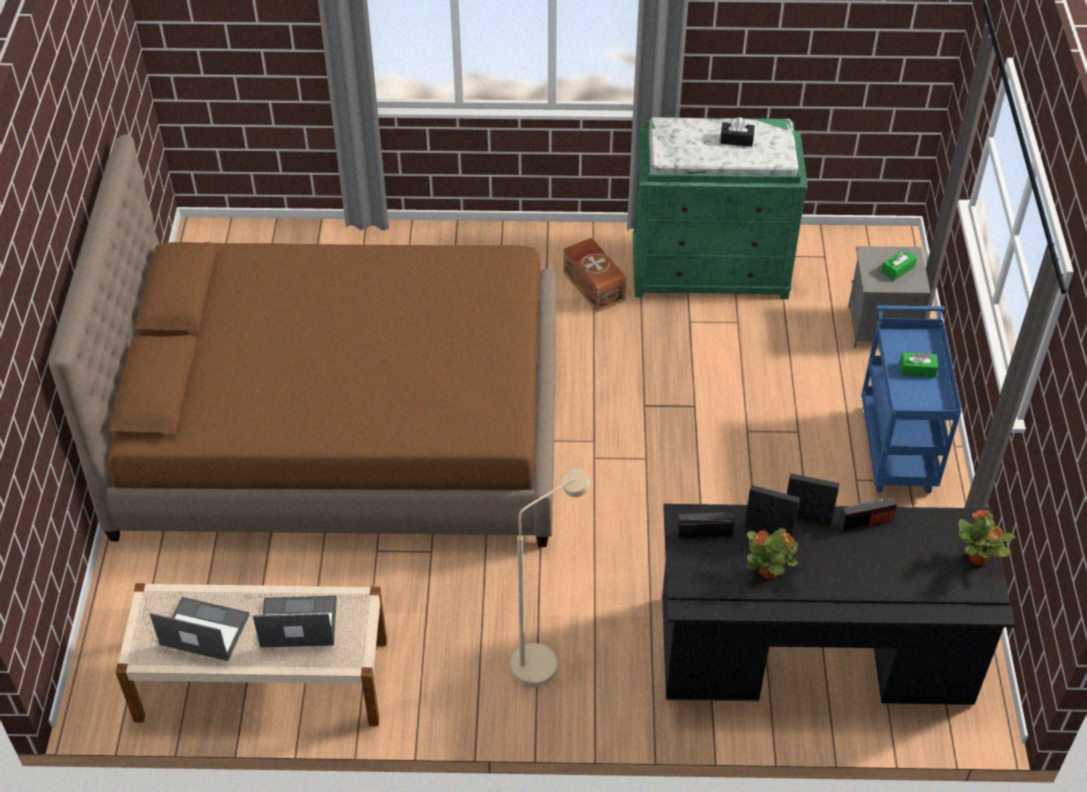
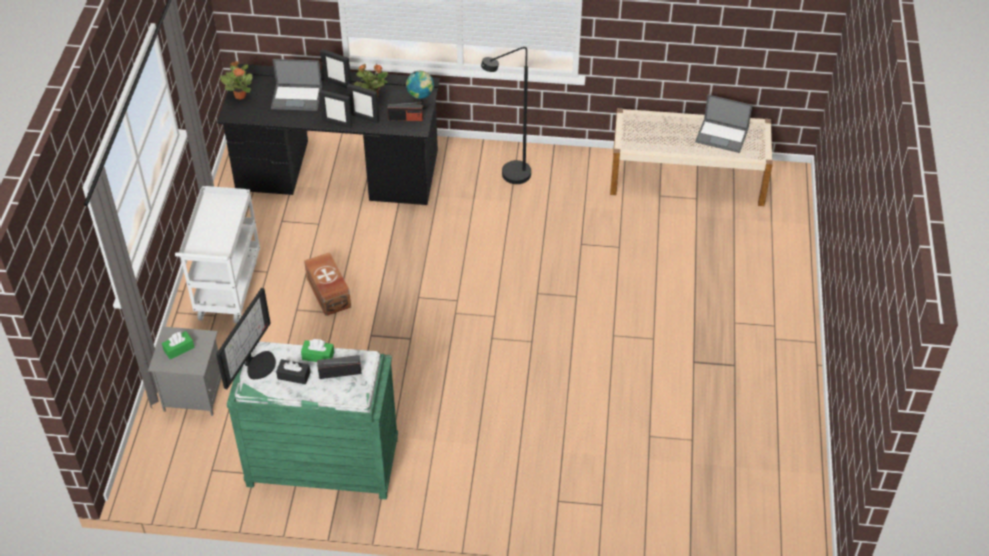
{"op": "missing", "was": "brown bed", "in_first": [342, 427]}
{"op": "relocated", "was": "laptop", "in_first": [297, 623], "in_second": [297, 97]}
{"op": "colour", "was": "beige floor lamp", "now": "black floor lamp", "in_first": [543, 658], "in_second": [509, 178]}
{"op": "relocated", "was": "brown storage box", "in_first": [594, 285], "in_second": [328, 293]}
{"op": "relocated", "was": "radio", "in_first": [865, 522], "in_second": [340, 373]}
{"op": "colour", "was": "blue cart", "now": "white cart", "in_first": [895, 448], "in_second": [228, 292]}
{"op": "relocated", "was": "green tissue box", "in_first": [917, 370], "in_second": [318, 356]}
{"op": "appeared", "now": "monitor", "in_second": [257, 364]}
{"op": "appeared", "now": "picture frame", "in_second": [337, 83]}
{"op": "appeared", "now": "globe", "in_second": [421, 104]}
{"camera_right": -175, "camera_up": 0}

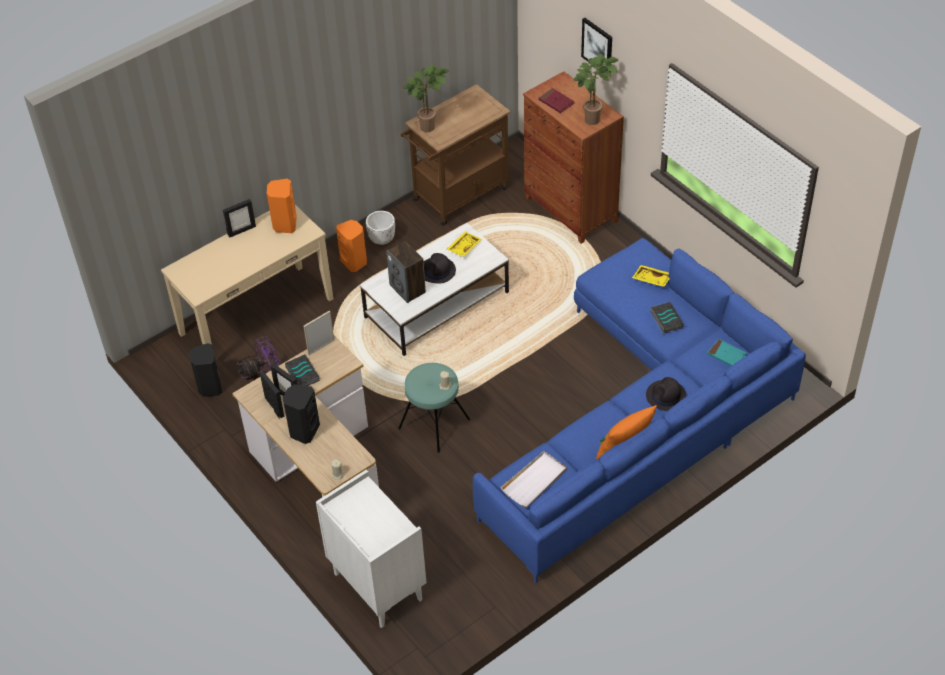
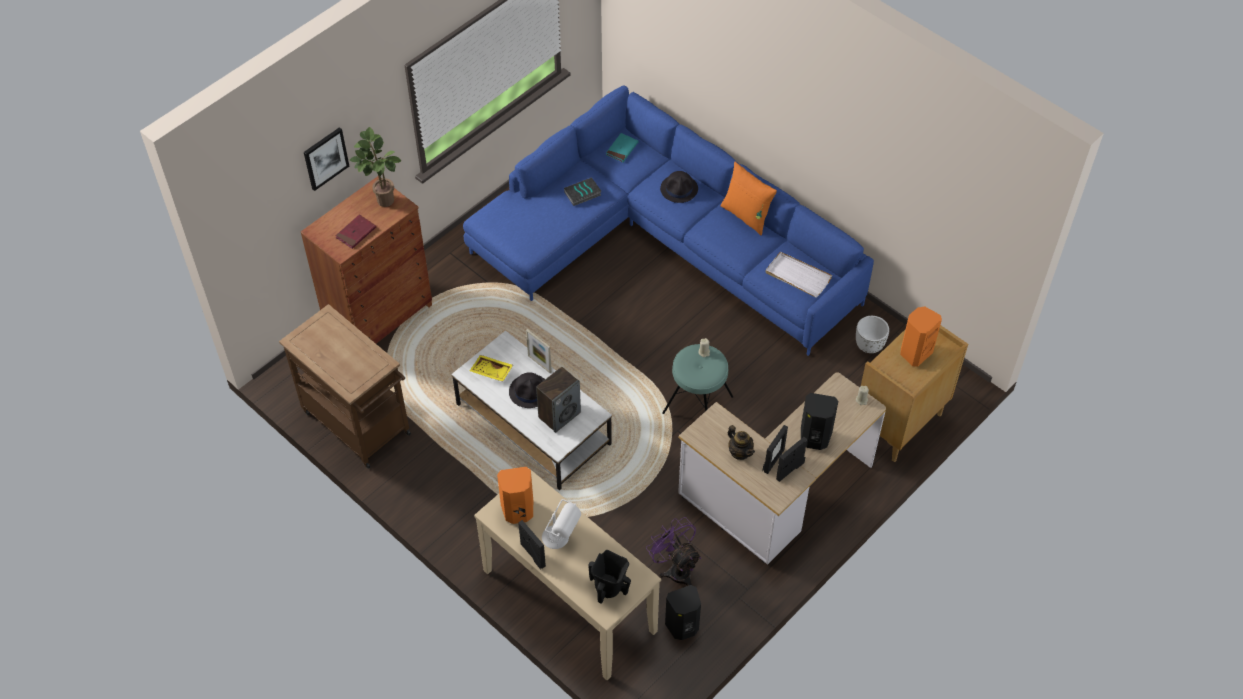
{"op": "exchanged", "was": "book", "now": "teapot", "in_first": [303, 374], "in_second": [740, 452]}
{"op": "relocated", "was": "picture frame", "in_first": [321, 347], "in_second": [539, 364]}
{"op": "colour", "was": "white cabinet", "now": "brown cabinet", "in_first": [377, 586], "in_second": [898, 424]}
{"op": "relocated", "was": "orange speaker", "in_first": [354, 262], "in_second": [915, 353]}
{"op": "relocated", "was": "white planter", "in_first": [381, 239], "in_second": [869, 346]}
{"op": "missing", "was": "potted plant", "in_first": [428, 125]}
{"op": "missing", "was": "yellow tray", "in_first": [651, 280]}
{"op": "appeared", "now": "white table lamp", "in_second": [561, 538]}
{"op": "appeared", "now": "black vase", "in_second": [609, 588]}
{"camera_right": -100, "camera_up": 5}

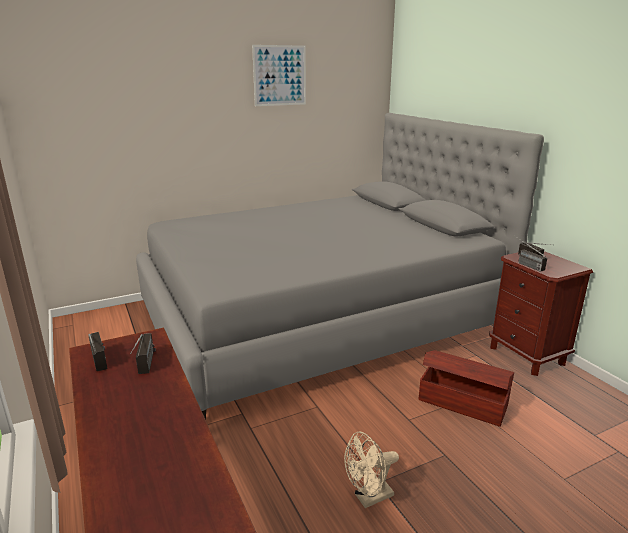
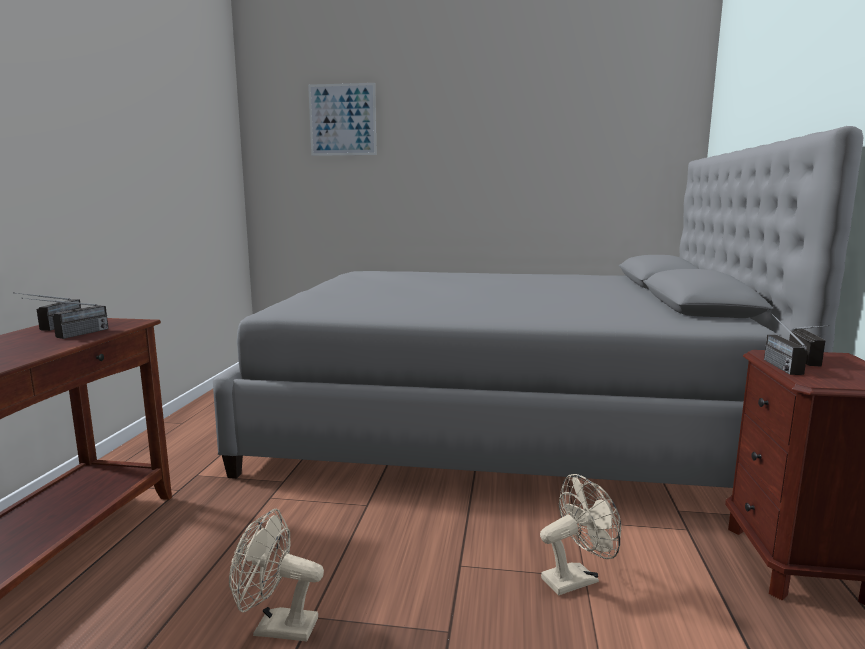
{"op": "relocated", "was": "picture", "in_first": [280, 75], "in_second": [342, 120]}
{"op": "exchanged", "was": "brown storage box", "now": "beige fan", "in_first": [462, 401], "in_second": [576, 578]}
{"camera_right": 35, "camera_up": -10}

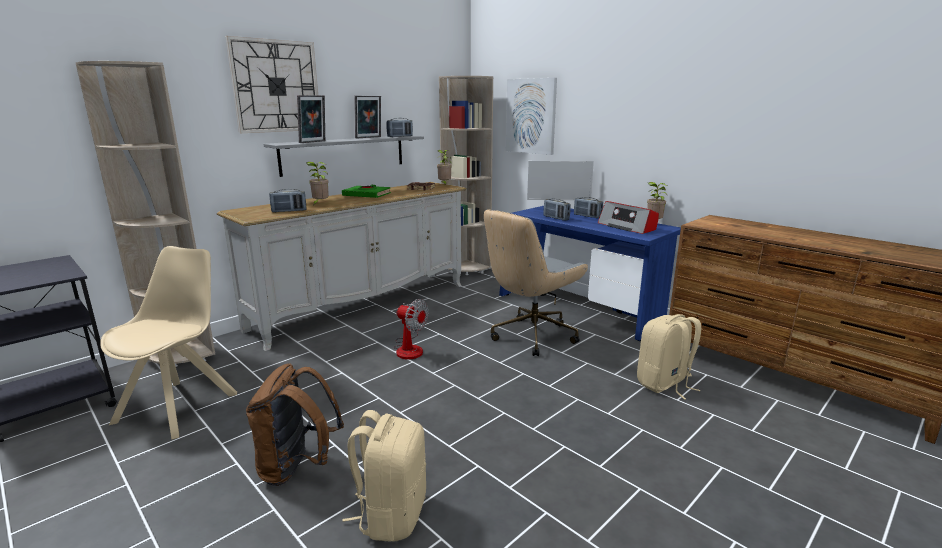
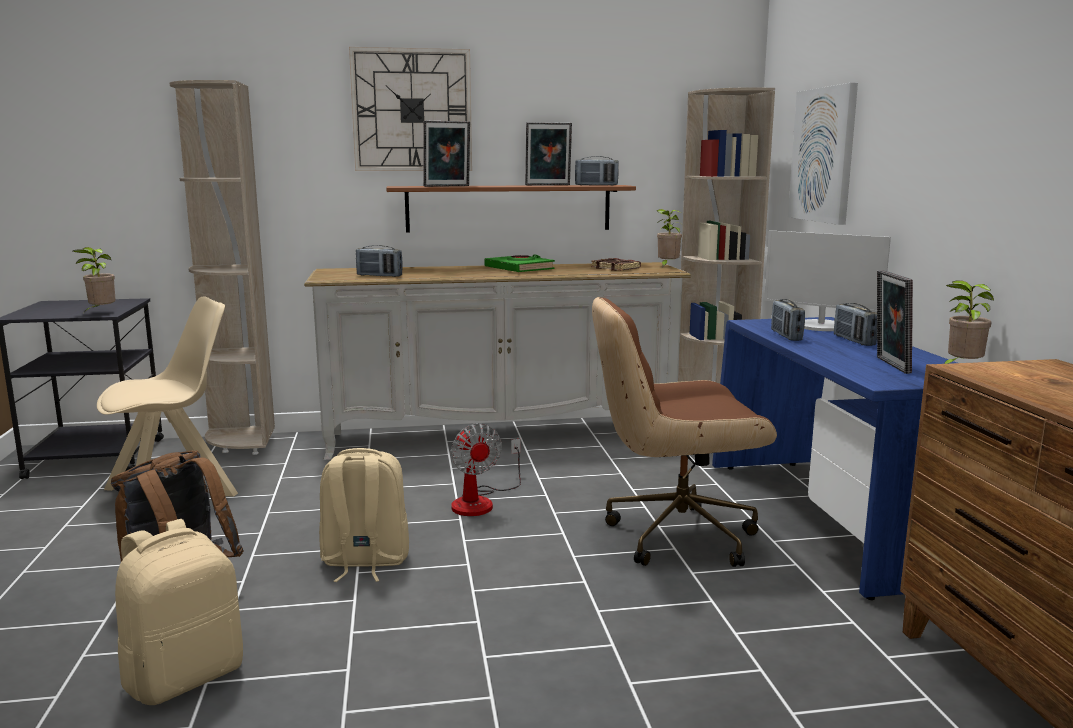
{"op": "colour", "was": "grey shelf", "now": "brown shelf", "in_first": [344, 154], "in_second": [509, 208]}
{"op": "relocated", "was": "potted plant", "in_first": [320, 204], "in_second": [101, 312]}
{"op": "colour", "was": "grey office chair", "now": "brown office chair", "in_first": [531, 337], "in_second": [675, 537]}
{"op": "exchanged", "was": "radio", "now": "picture frame", "in_first": [627, 227], "in_second": [889, 365]}
{"op": "relocated", "was": "beige backpack", "in_first": [664, 384], "in_second": [364, 561]}
{"camera_right": 35, "camera_up": -5}

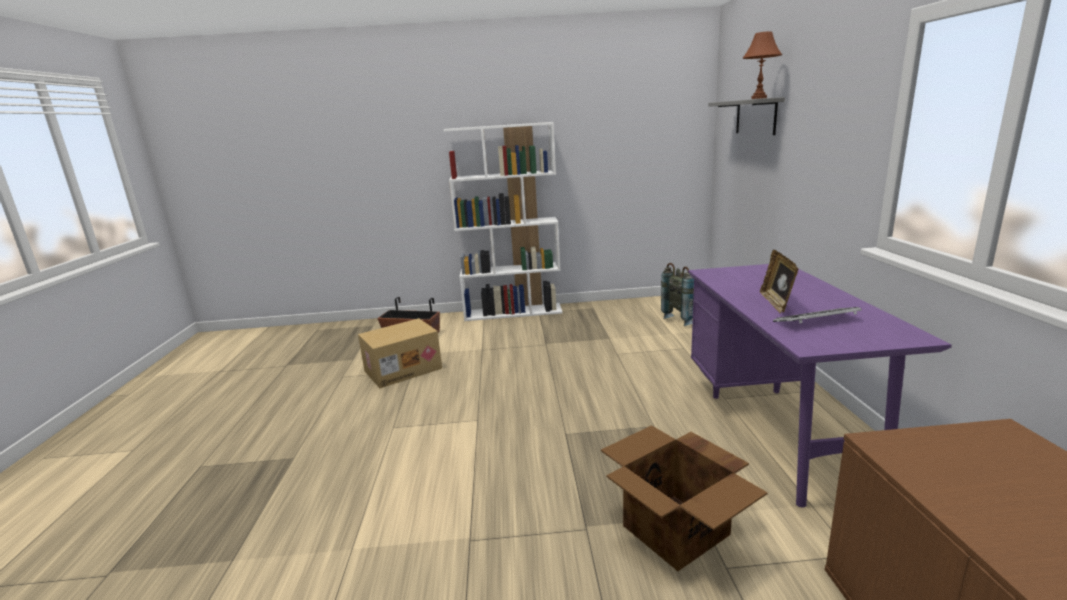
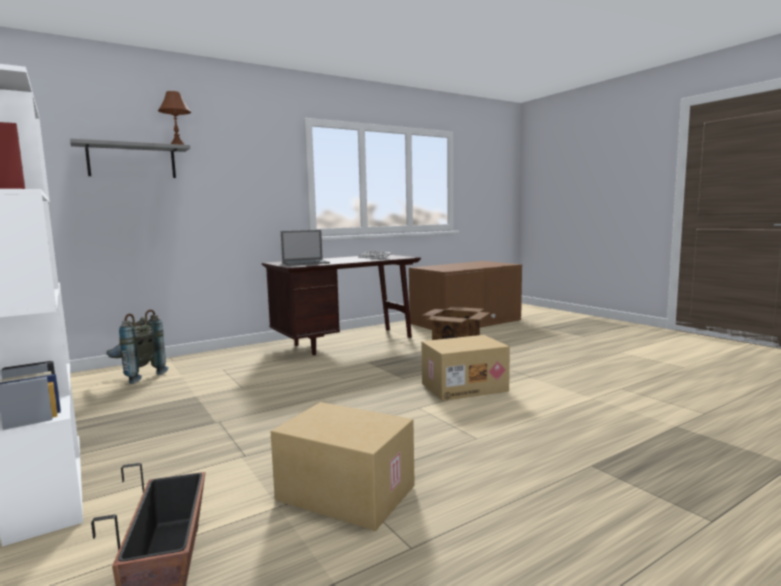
{"op": "colour", "was": "purple desk", "now": "brown desk", "in_first": [779, 430], "in_second": [345, 342]}
{"op": "missing", "was": "picture frame", "in_first": [776, 303]}
{"op": "appeared", "now": "laptop", "in_second": [306, 263]}
{"op": "appeared", "now": "cardboard box", "in_second": [464, 387]}
{"camera_right": -120, "camera_up": -10}

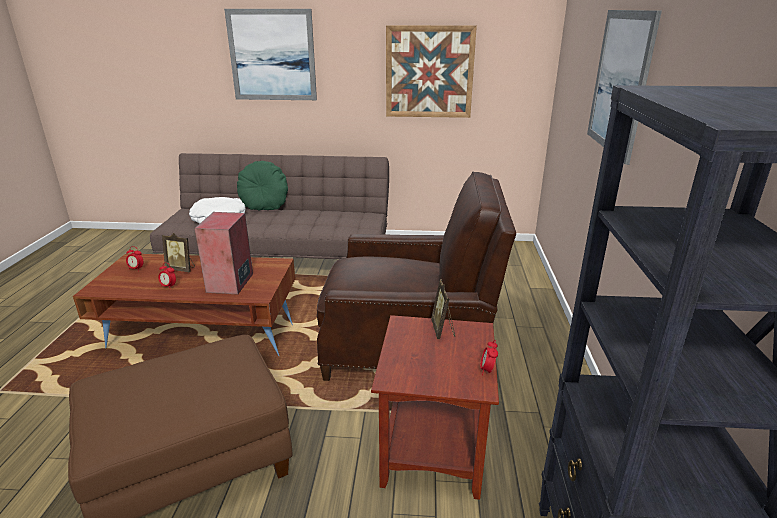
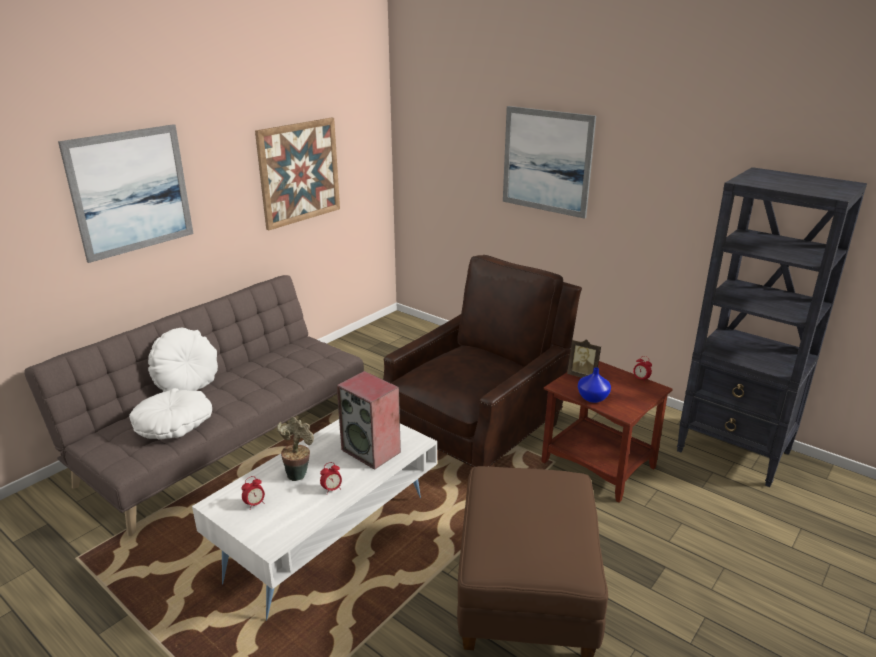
{"op": "colour", "was": "brown coffee table", "now": "white coffee table", "in_first": [203, 336], "in_second": [328, 538]}
{"op": "exchanged", "was": "picture frame", "now": "potted plant", "in_first": [182, 269], "in_second": [298, 473]}
{"op": "colour", "was": "green pillow", "now": "white pillow", "in_first": [265, 208], "in_second": [188, 388]}
{"op": "appeared", "now": "blue vase", "in_second": [593, 398]}
{"camera_right": -55, "camera_up": 0}

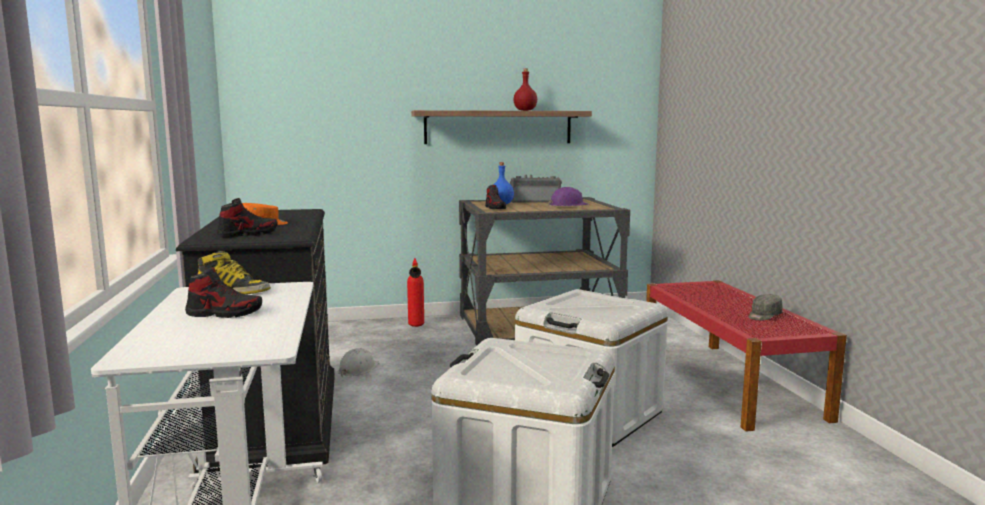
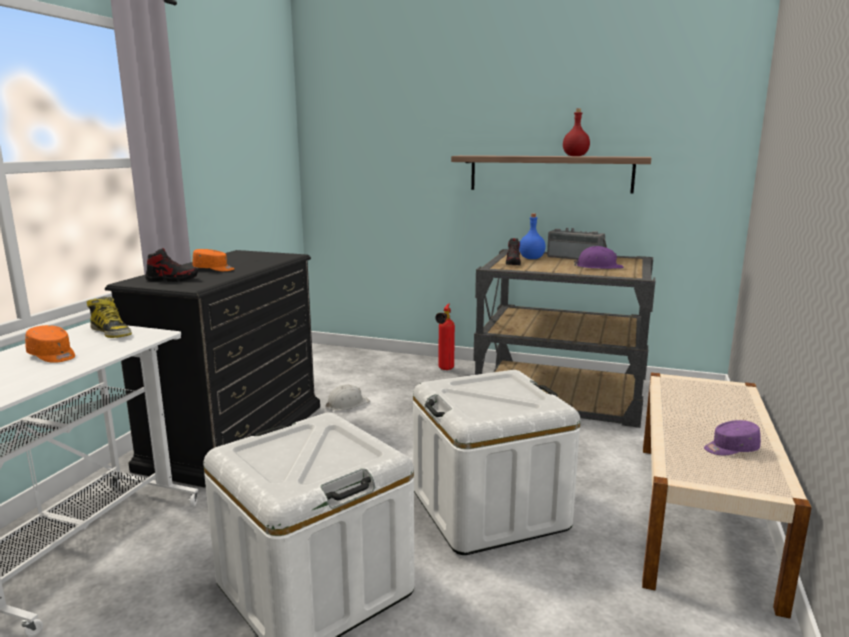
{"op": "exchanged", "was": "shoe", "now": "orange cap", "in_first": [224, 313], "in_second": [53, 355]}
{"op": "colour", "was": "red bench", "now": "beige bench", "in_first": [729, 382], "in_second": [702, 515]}
{"op": "colour", "was": "grey cap", "now": "purple cap", "in_first": [764, 316], "in_second": [730, 449]}
{"camera_right": 30, "camera_up": 5}

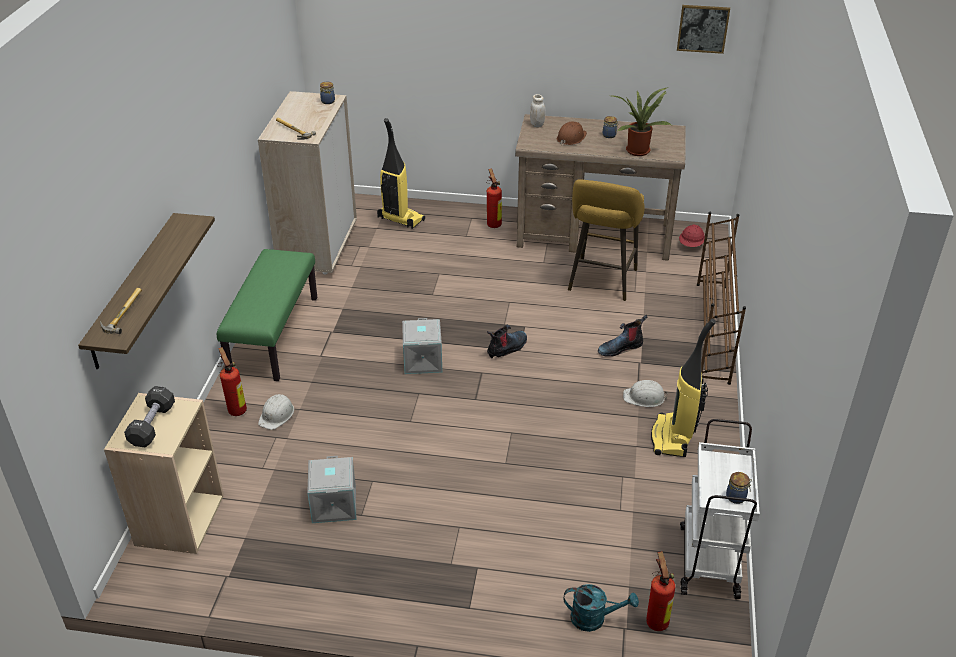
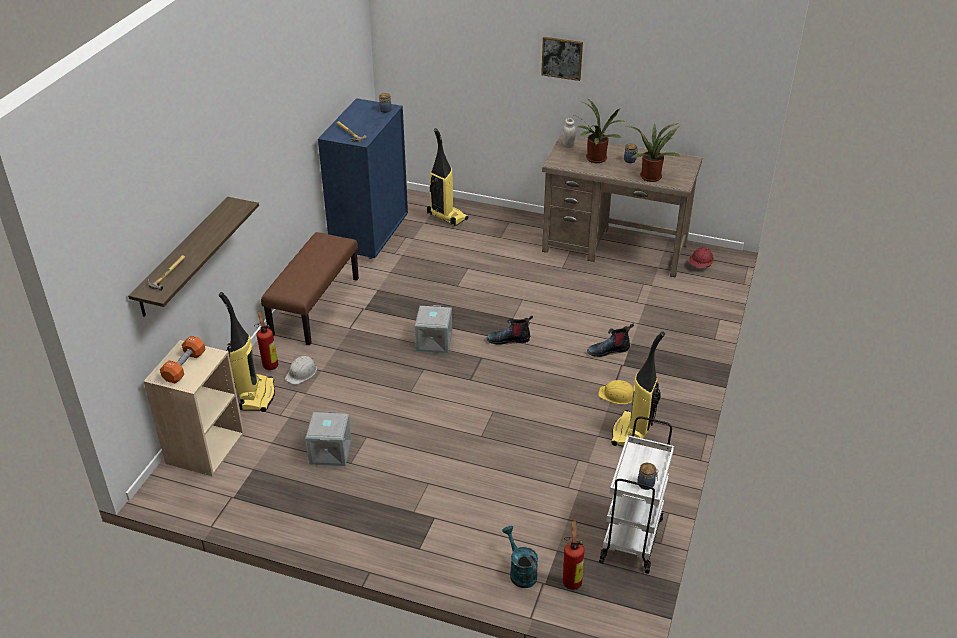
{"op": "colour", "was": "black dumbbell", "now": "orange dumbbell", "in_first": [152, 425], "in_second": [184, 367]}
{"op": "colour", "was": "green bench", "now": "brown bench", "in_first": [273, 335], "in_second": [314, 306]}
{"op": "colour", "was": "beige cabinet", "now": "blue cabinet", "in_first": [318, 249], "in_second": [369, 236]}
{"op": "missing", "was": "fire extinguisher", "in_first": [493, 224]}
{"op": "spun", "was": "boot", "in_first": [507, 348], "in_second": [509, 339], "clockwise": -150}
{"op": "exchanged", "was": "brown hard hat", "now": "potted plant", "in_first": [571, 138], "in_second": [595, 159]}
{"op": "spun", "was": "turquoise watering can", "in_first": [594, 618], "in_second": [520, 572], "clockwise": -135}
{"op": "missing", "was": "yellow stool", "in_first": [601, 282]}
{"op": "colour", "was": "white hard hat", "now": "yellow hard hat", "in_first": [644, 397], "in_second": [617, 395]}
{"op": "relocated", "was": "picture", "in_first": [703, 28], "in_second": [562, 58]}
{"op": "missing", "was": "brown shoe rack", "in_first": [712, 332]}
{"op": "appeared", "now": "vacuum cleaner", "in_second": [256, 395]}
{"camera_right": 10, "camera_up": 0}

